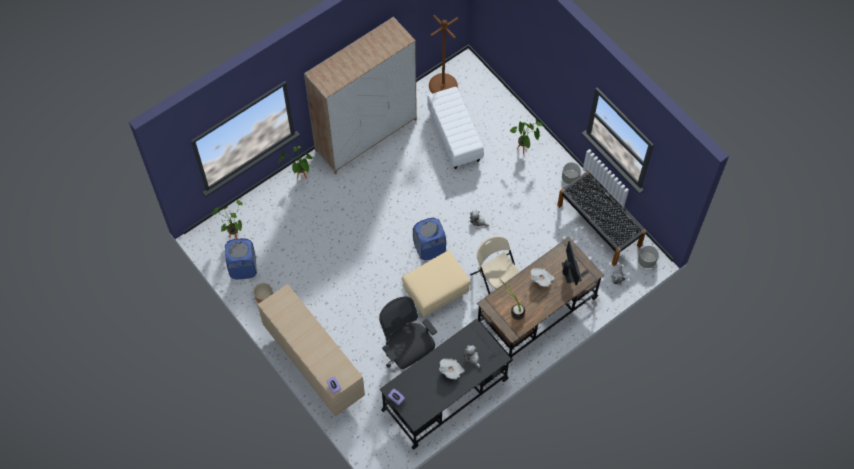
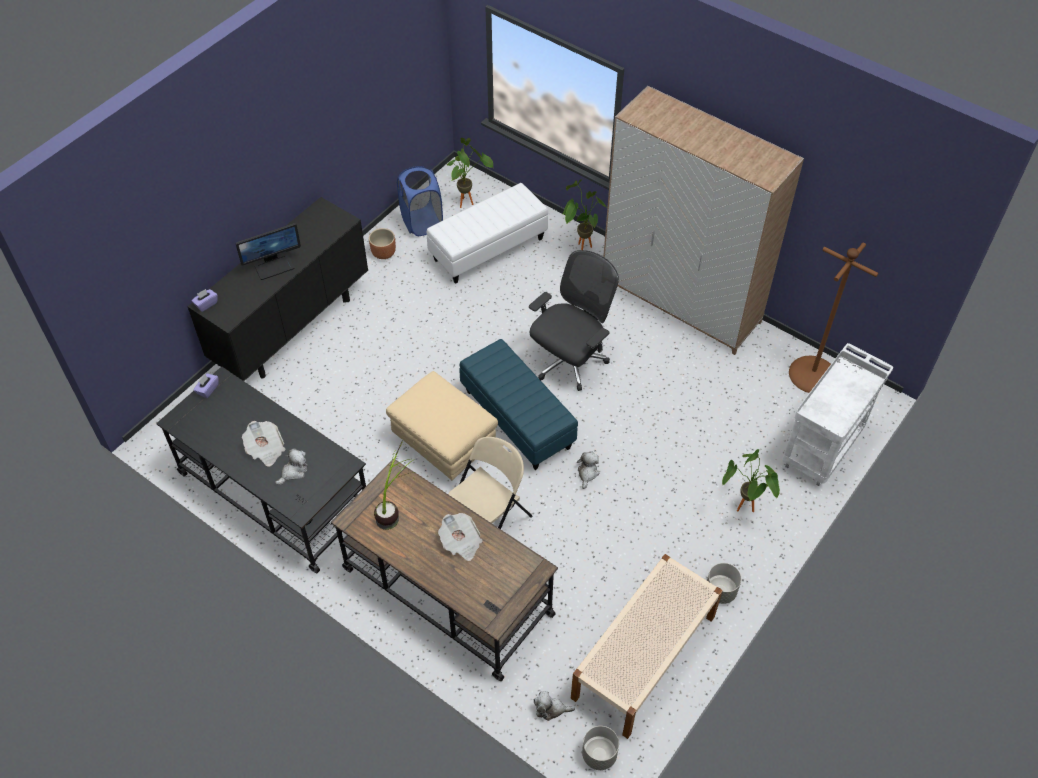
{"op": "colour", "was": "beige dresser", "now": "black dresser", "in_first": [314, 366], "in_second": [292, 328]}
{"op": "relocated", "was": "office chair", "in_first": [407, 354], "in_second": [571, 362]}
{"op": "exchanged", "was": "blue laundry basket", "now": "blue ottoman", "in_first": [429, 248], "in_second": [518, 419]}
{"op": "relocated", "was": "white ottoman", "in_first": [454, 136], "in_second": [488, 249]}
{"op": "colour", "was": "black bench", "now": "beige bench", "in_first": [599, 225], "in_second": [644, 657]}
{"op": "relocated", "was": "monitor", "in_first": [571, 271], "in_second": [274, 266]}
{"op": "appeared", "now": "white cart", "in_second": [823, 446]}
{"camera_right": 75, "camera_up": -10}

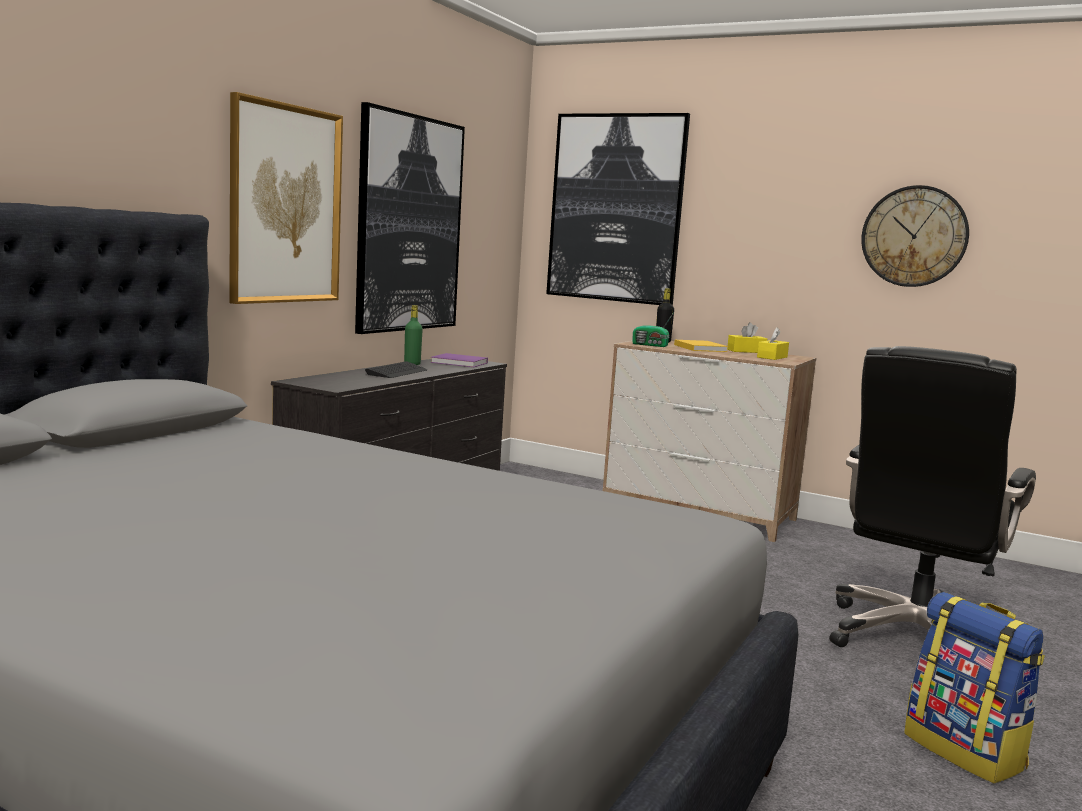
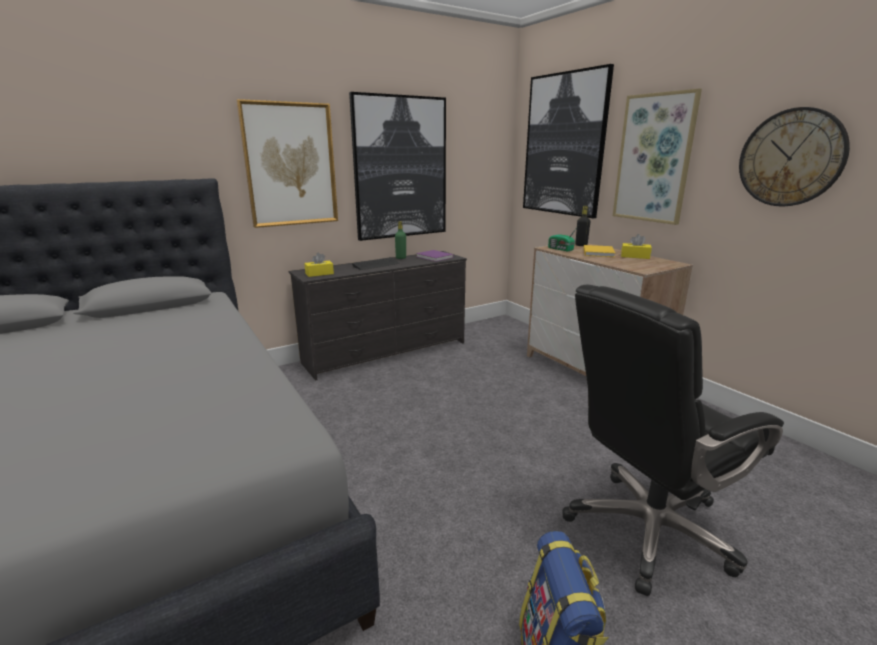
{"op": "relocated", "was": "yellow tissue box", "in_first": [772, 357], "in_second": [319, 274]}
{"op": "appeared", "now": "picture", "in_second": [654, 159]}
{"camera_right": 30, "camera_up": 10}

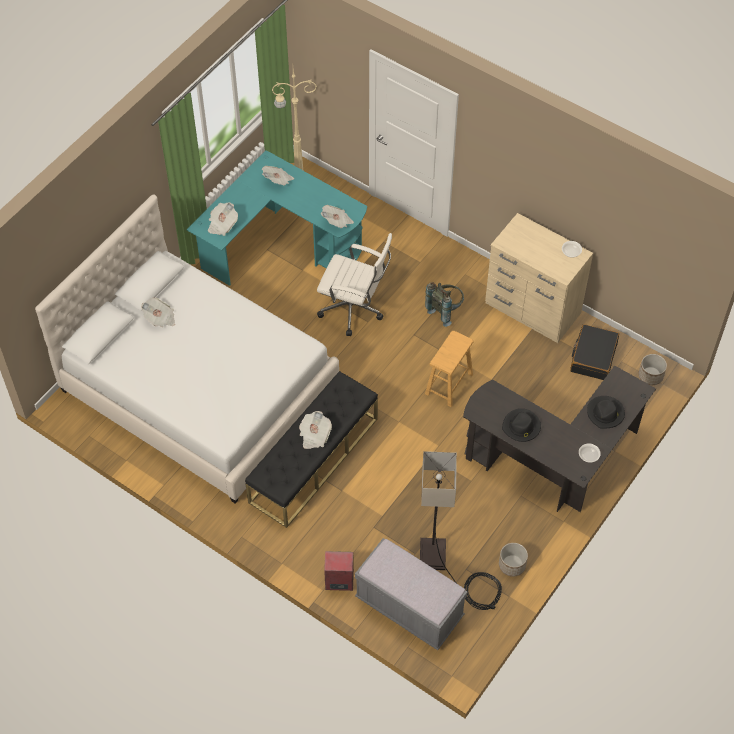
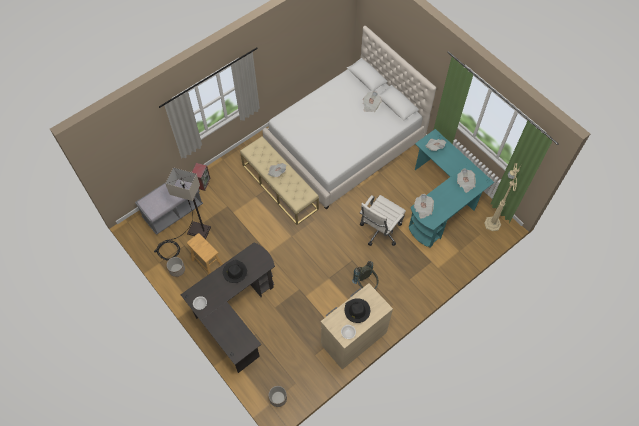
{"op": "colour", "was": "black bench", "now": "beige bench", "in_first": [314, 460], "in_second": [280, 187]}
{"op": "relocated", "was": "brown stool", "in_first": [448, 384], "in_second": [208, 263]}
{"op": "missing", "was": "black suitcase", "in_first": [593, 357]}
{"op": "relocated", "was": "black hat", "in_first": [605, 413], "in_second": [357, 311]}
{"camera_right": 105, "camera_up": 5}

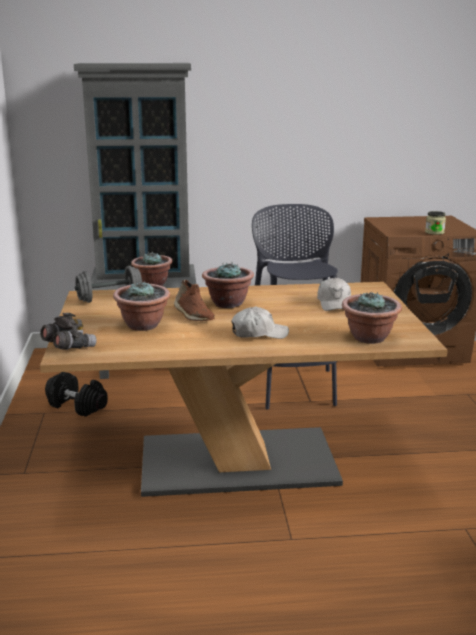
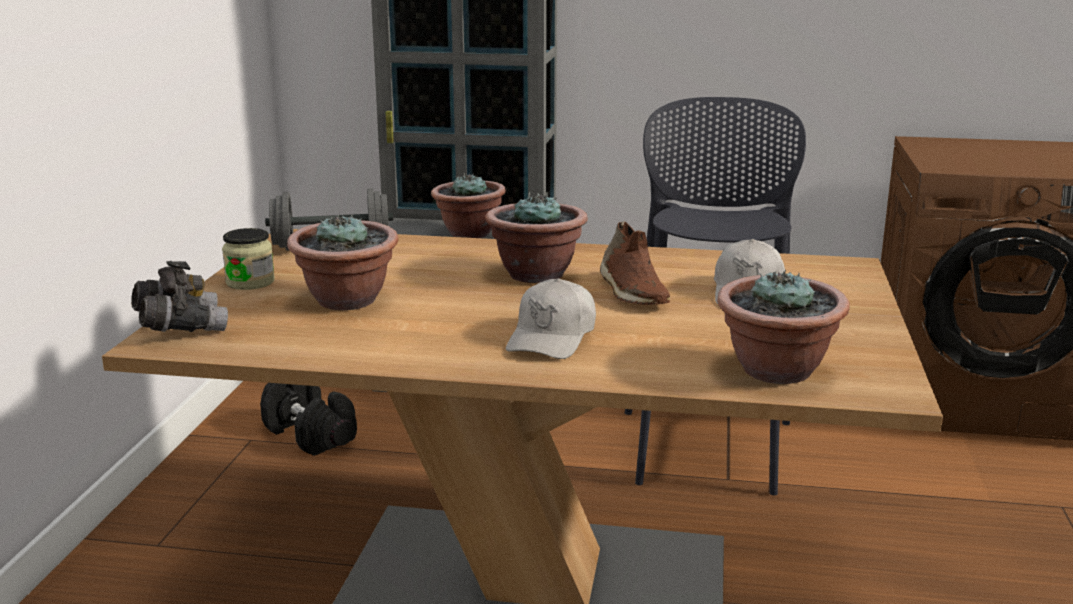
{"op": "relocated", "was": "brown shoe", "in_first": [193, 315], "in_second": [631, 292]}
{"op": "spun", "was": "white cap", "in_first": [259, 333], "in_second": [552, 338], "clockwise": 105}
{"op": "relocated", "was": "jar", "in_first": [434, 232], "in_second": [250, 282]}
{"camera_right": 15, "camera_up": 0}

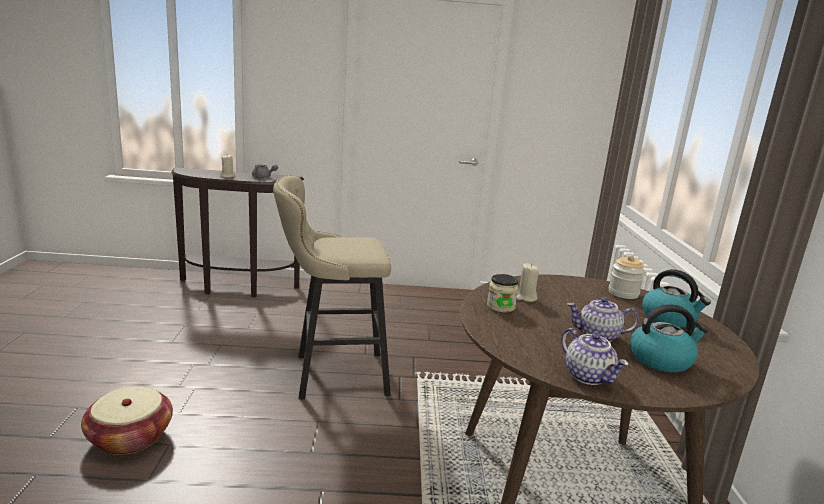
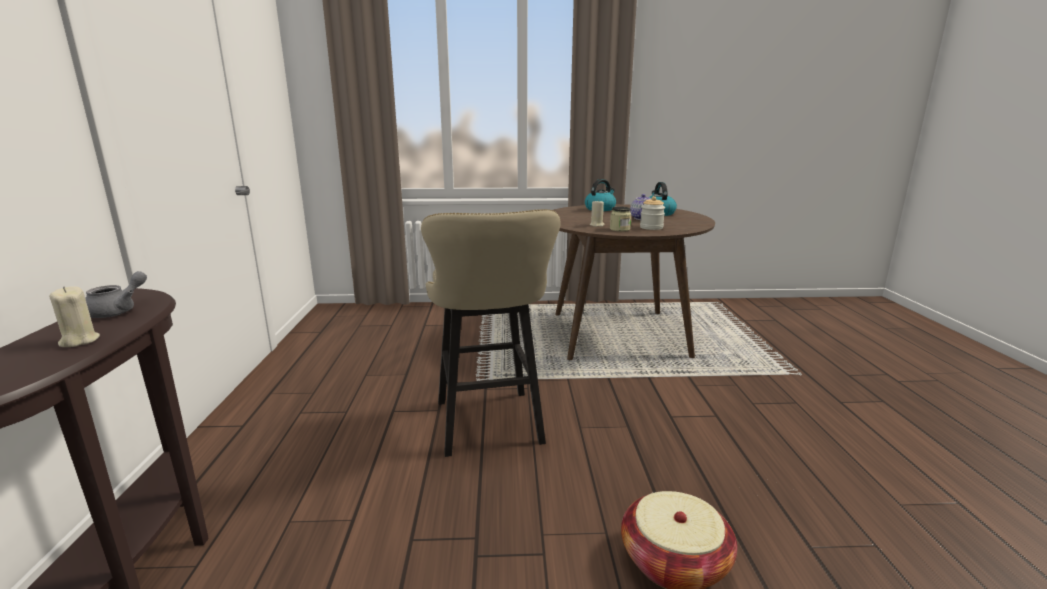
{"op": "missing", "was": "teapot", "in_first": [588, 376]}
{"op": "relocated", "was": "jar", "in_first": [623, 293], "in_second": [651, 227]}
{"camera_right": -90, "camera_up": 0}

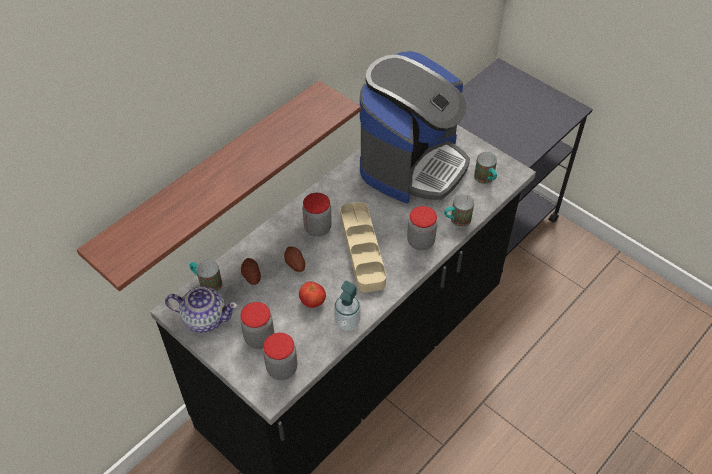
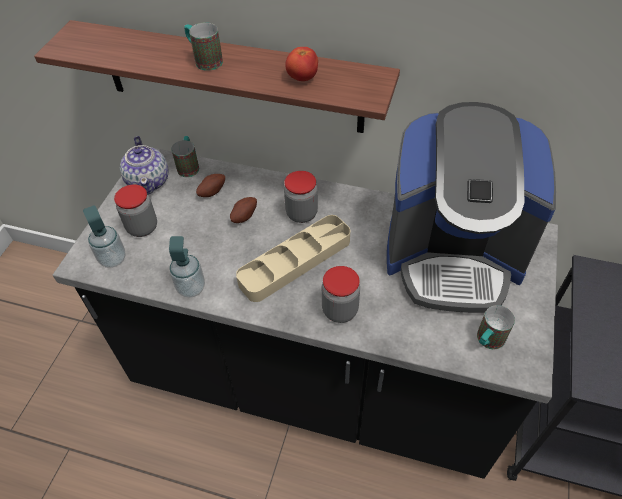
{"op": "exchanged", "was": "jar", "now": "soap dispenser", "in_first": [282, 368], "in_second": [113, 259]}
{"op": "relocated", "was": "tomato", "in_first": [312, 302], "in_second": [302, 78]}
{"op": "relocated", "was": "mug", "in_first": [456, 221], "in_second": [204, 60]}
{"camera_right": 65, "camera_up": 0}

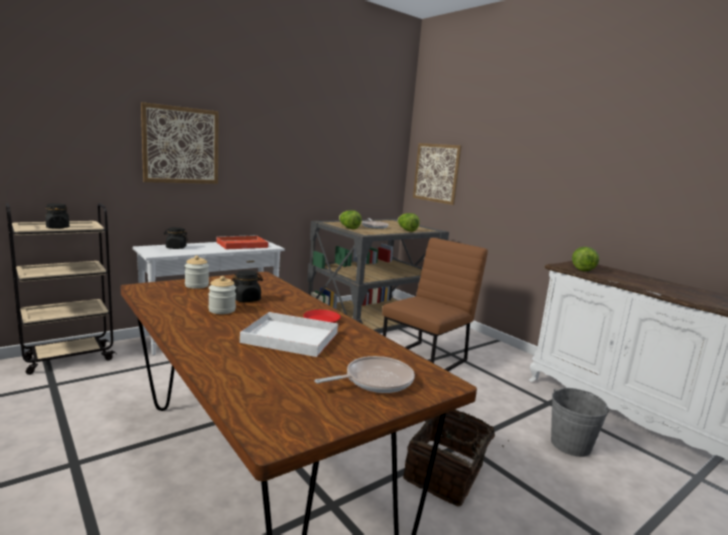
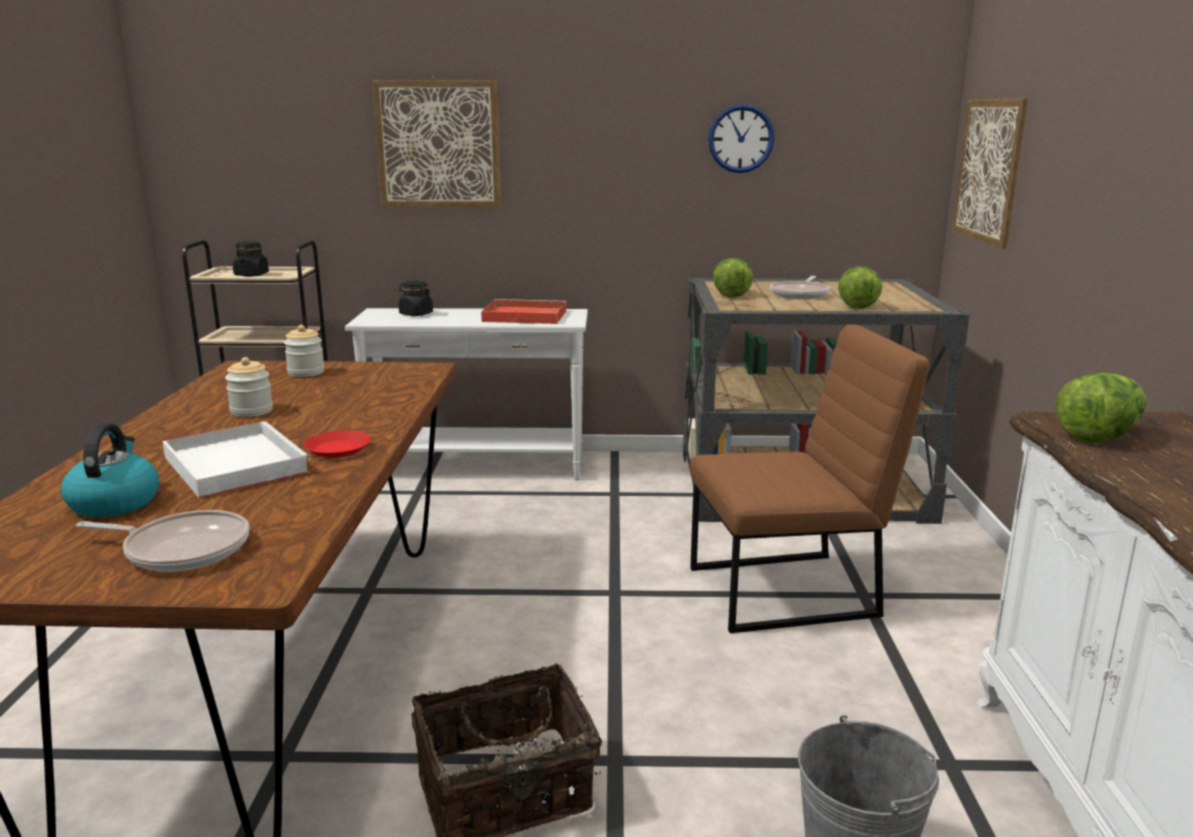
{"op": "missing", "was": "black jar", "in_first": [246, 299]}
{"op": "appeared", "now": "kettle", "in_second": [115, 502]}
{"op": "appeared", "now": "wall clock", "in_second": [741, 139]}
{"camera_right": 40, "camera_up": 5}

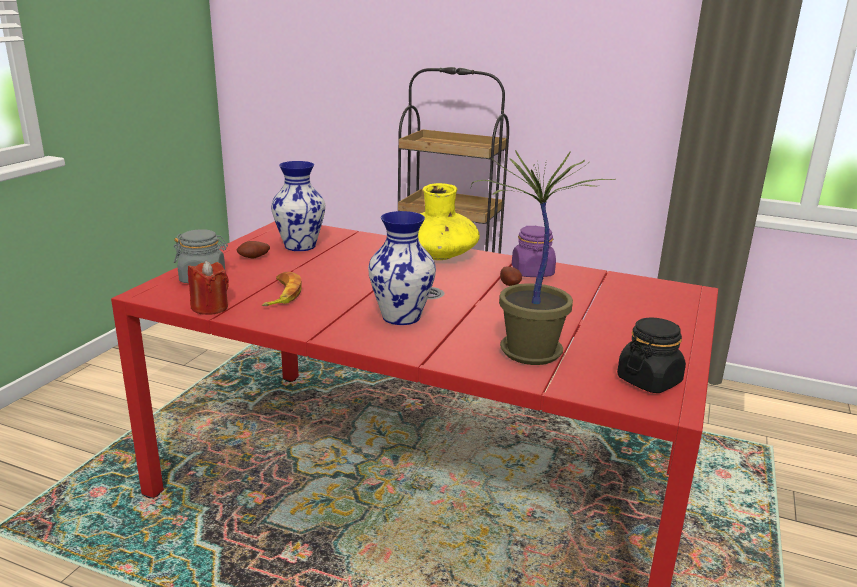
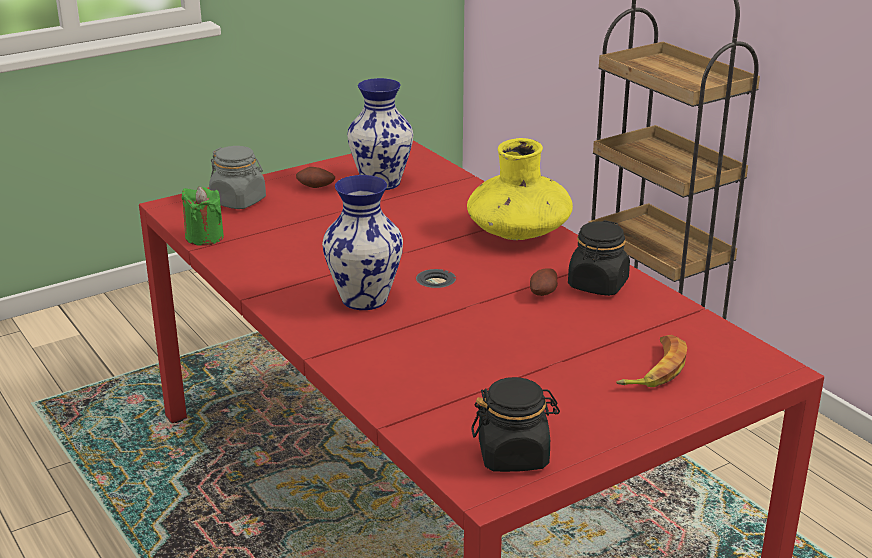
{"op": "colour", "was": "red candle", "now": "green candle", "in_first": [210, 308], "in_second": [204, 237]}
{"op": "relocated", "was": "banana", "in_first": [281, 295], "in_second": [654, 369]}
{"op": "missing", "was": "potted plant", "in_first": [528, 353]}
{"op": "colour", "was": "purple jar", "now": "black jar", "in_first": [532, 272], "in_second": [598, 285]}
{"camera_right": 35, "camera_up": 5}

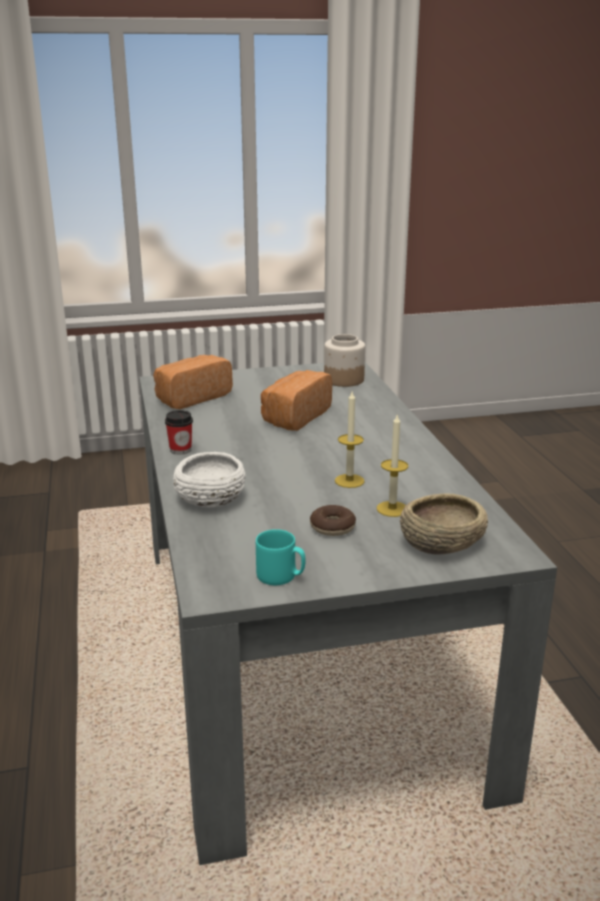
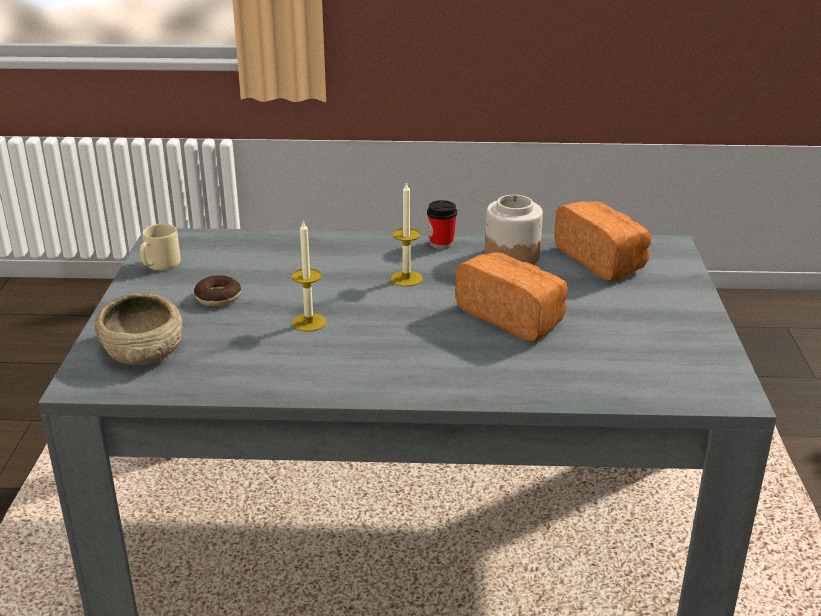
{"op": "missing", "was": "white bowl", "in_first": [209, 496]}
{"op": "colour", "was": "turquoise mug", "now": "beige mug", "in_first": [281, 576], "in_second": [160, 265]}
{"op": "relocated", "was": "jar", "in_first": [343, 380], "in_second": [511, 256]}
{"op": "relocated", "was": "candle", "in_first": [392, 509], "in_second": [406, 278]}
{"camera_right": 105, "camera_up": 5}

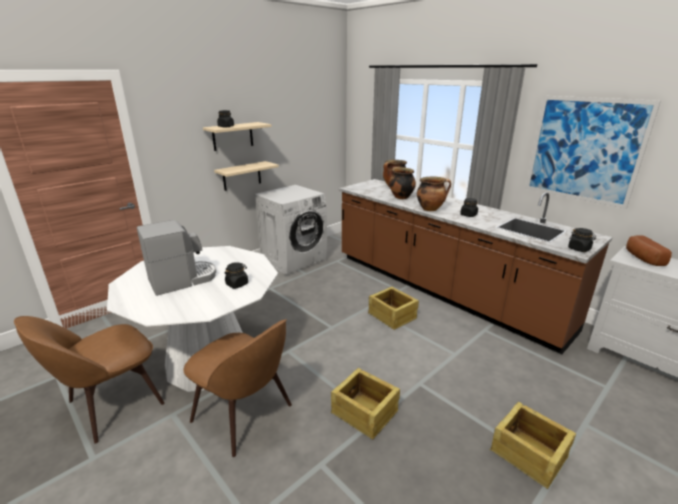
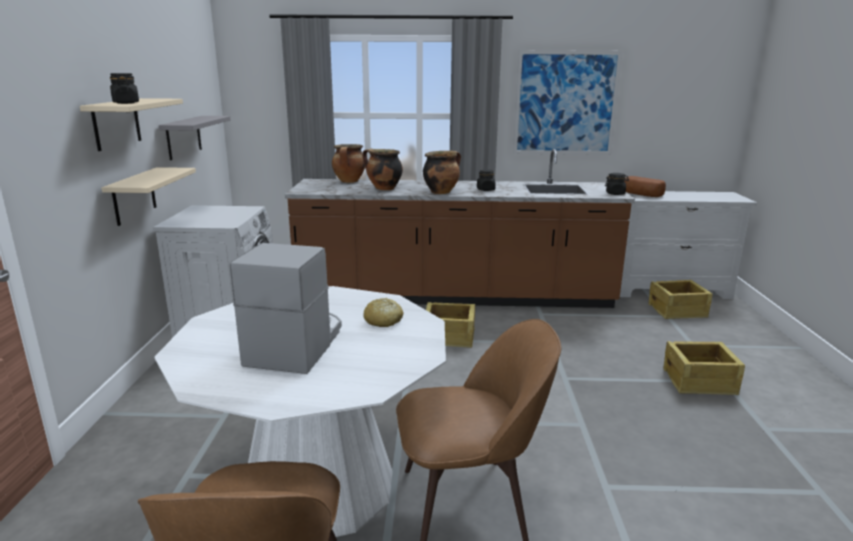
{"op": "exchanged", "was": "black jar", "now": "bread", "in_first": [237, 284], "in_second": [383, 321]}
{"op": "relocated", "was": "crate", "in_first": [364, 413], "in_second": [677, 311]}
{"op": "appeared", "now": "grey shelf", "in_second": [183, 137]}
{"camera_right": -45, "camera_up": -5}

